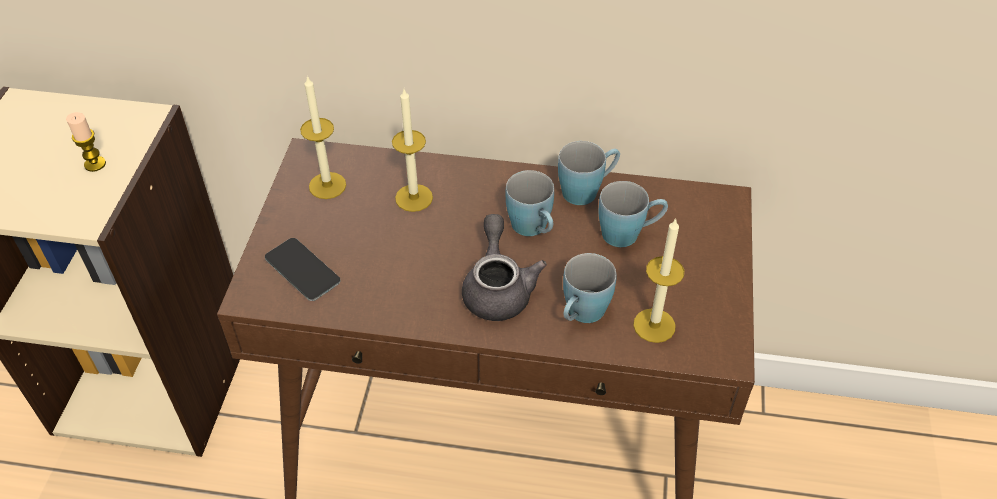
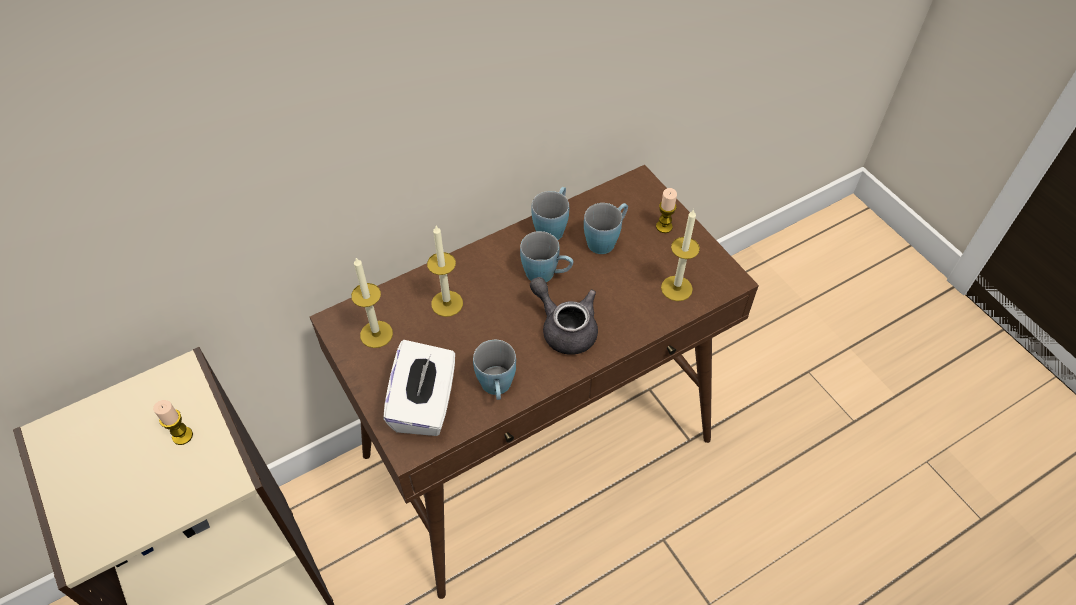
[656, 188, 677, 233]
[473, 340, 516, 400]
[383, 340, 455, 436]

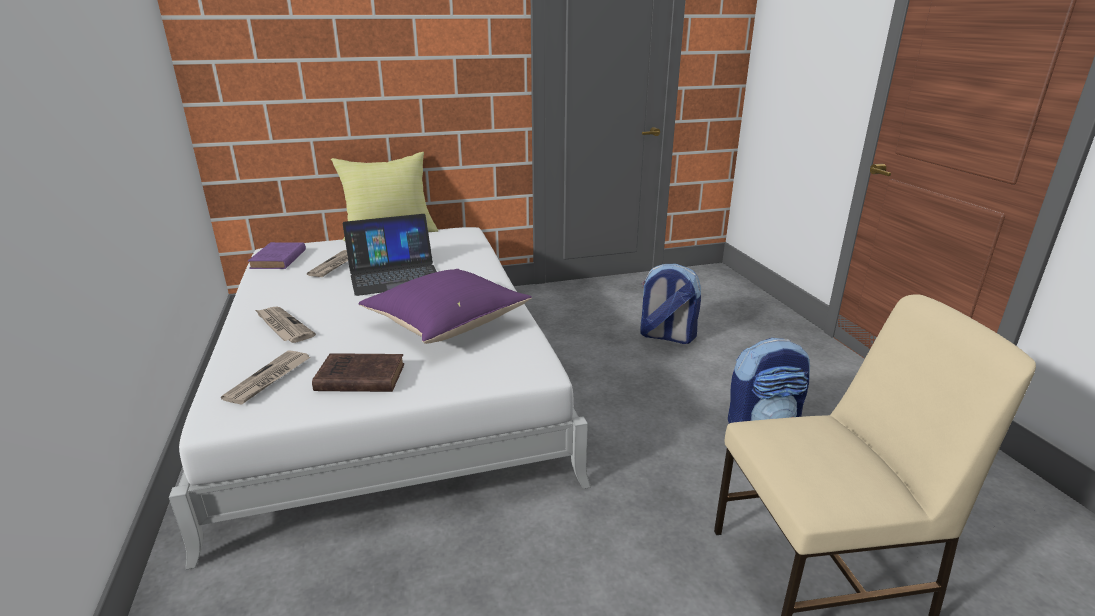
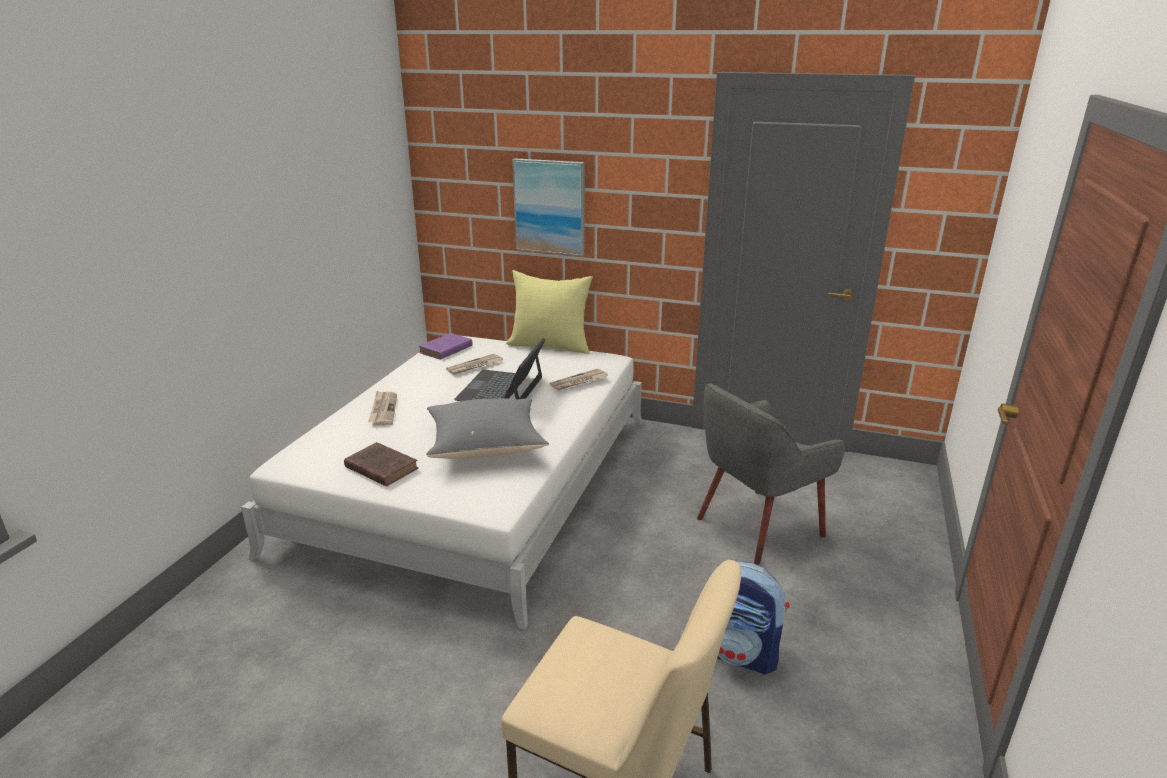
[512, 158, 585, 256]
[549, 368, 608, 391]
[697, 383, 845, 565]
[426, 398, 549, 459]
[454, 338, 545, 401]

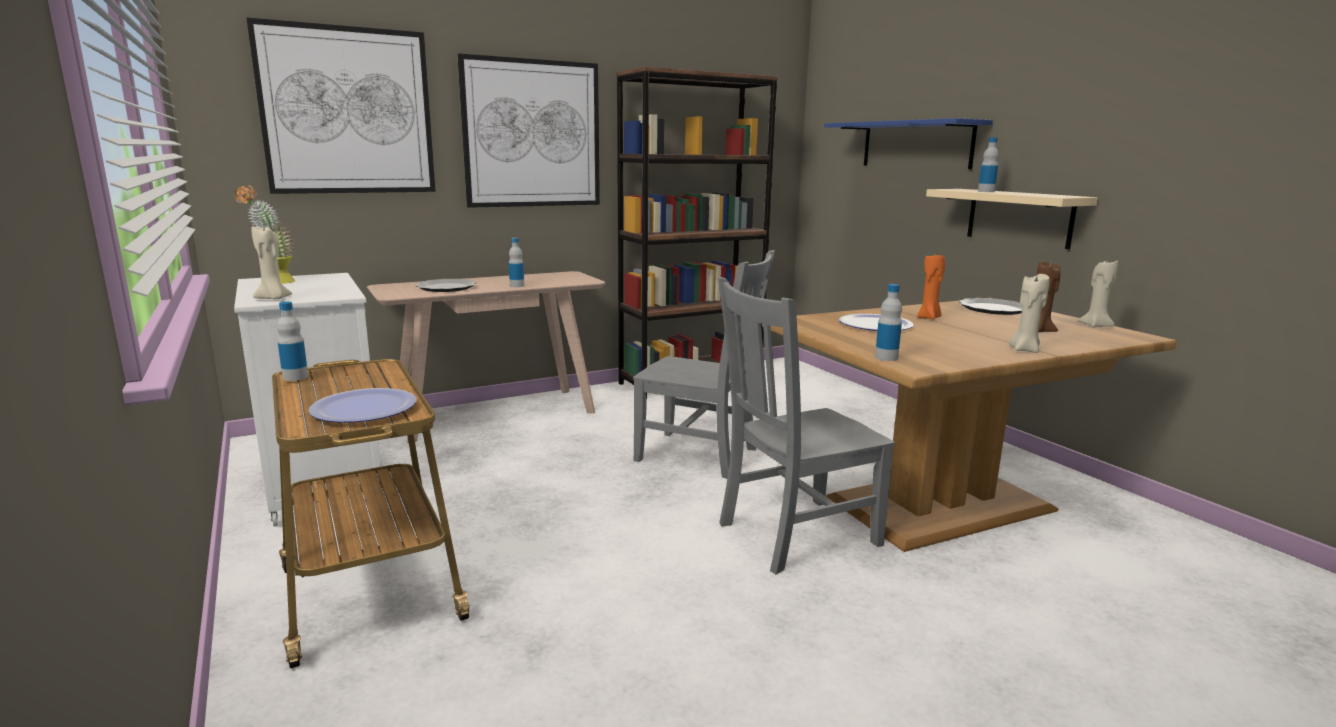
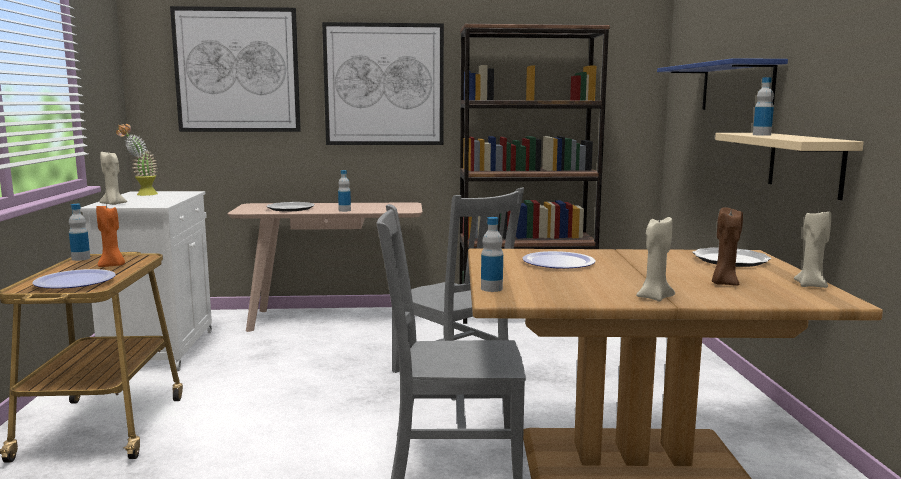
[96, 204, 125, 267]

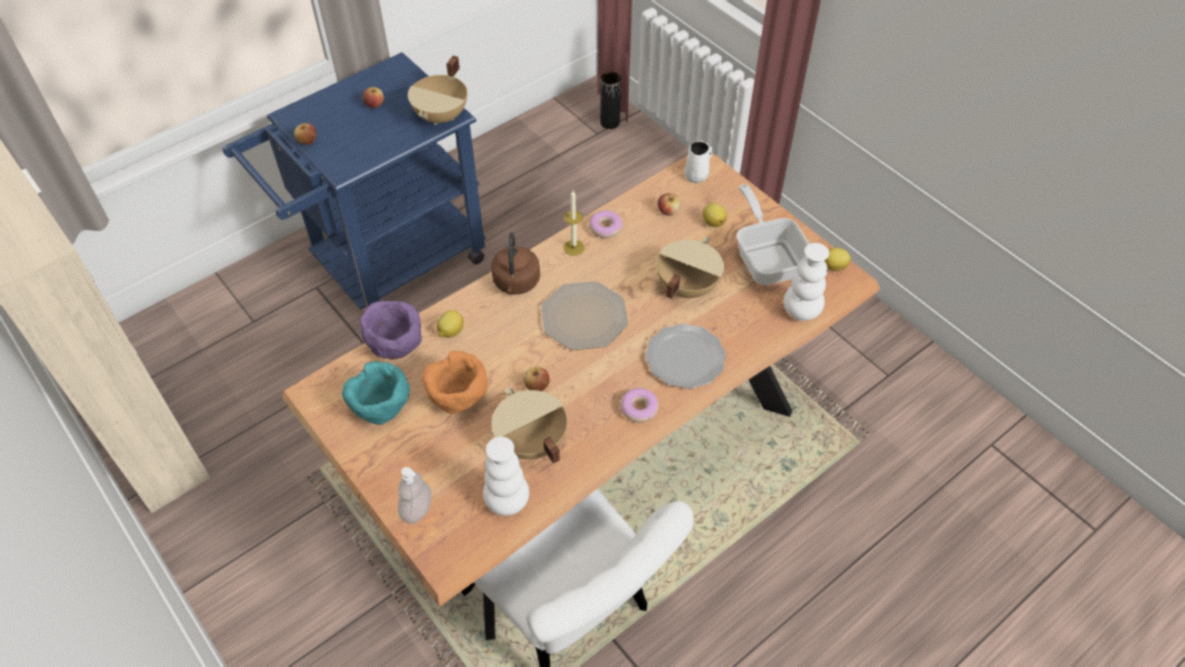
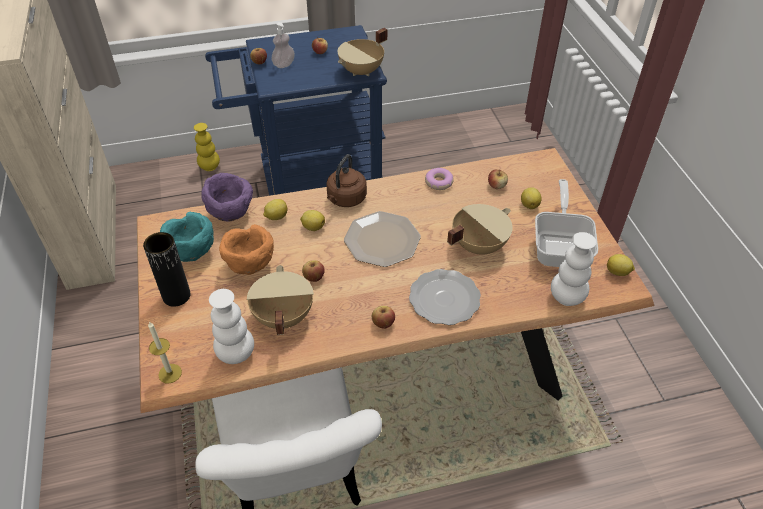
[685, 140, 713, 183] (first image)
[194, 123, 220, 171]
[300, 210, 325, 231]
[272, 22, 295, 68]
[148, 322, 182, 383]
[143, 232, 191, 307]
[372, 306, 395, 329]

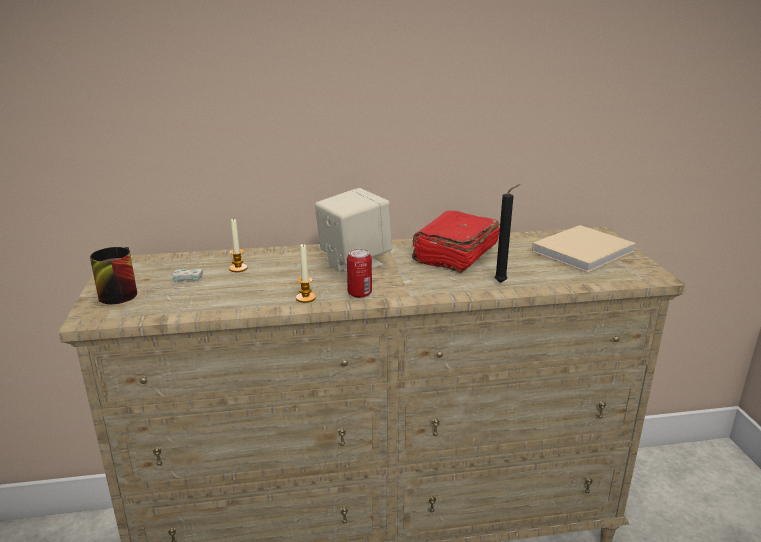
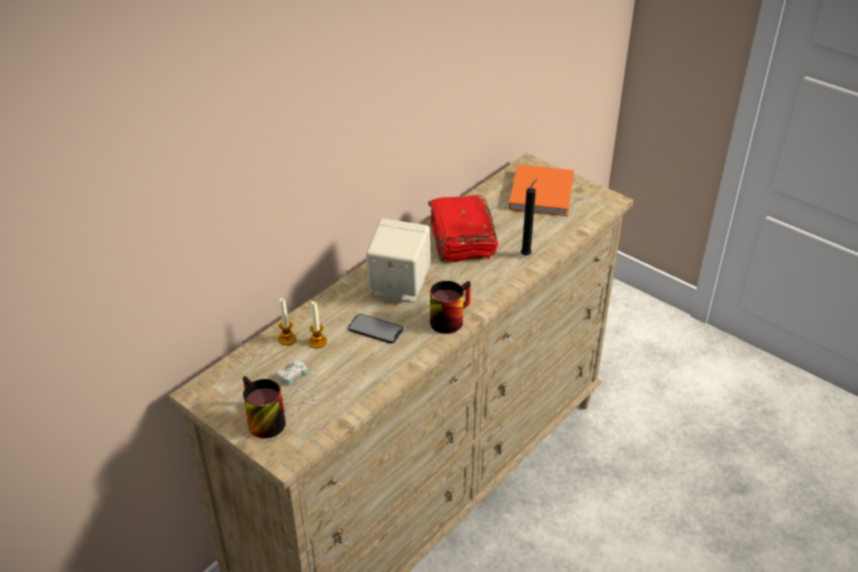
[348, 314, 403, 344]
[278, 298, 296, 345]
[430, 281, 471, 334]
[509, 165, 574, 216]

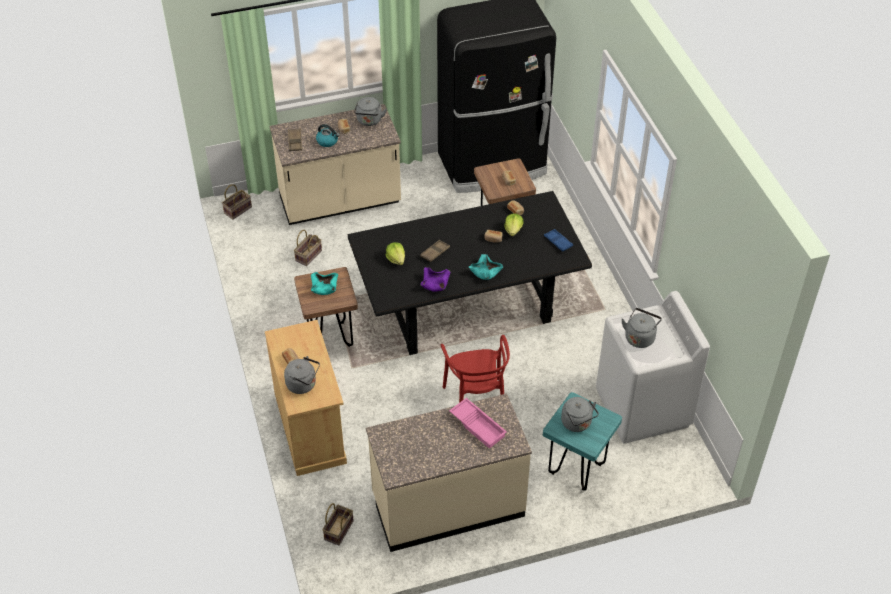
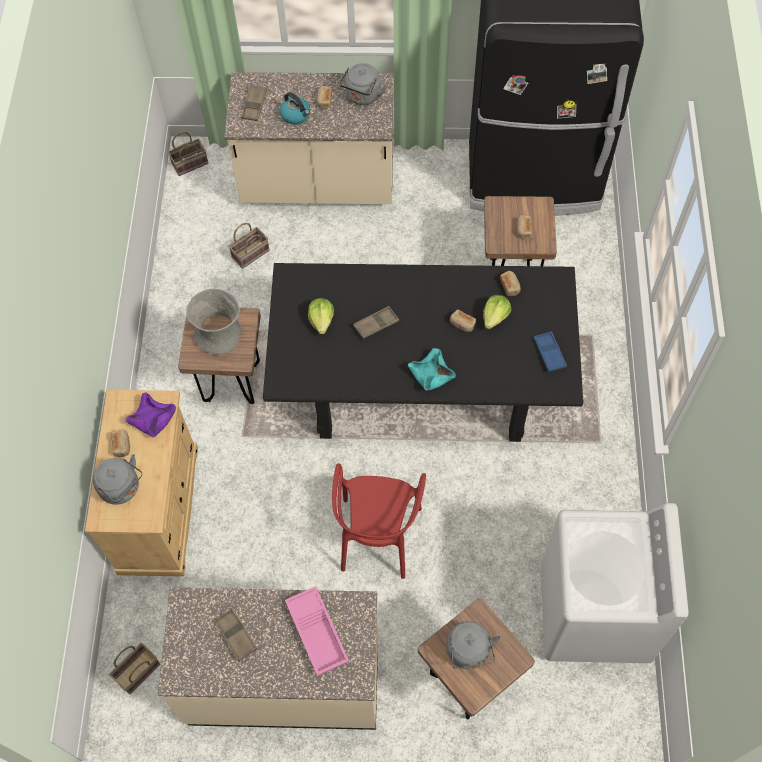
[621, 308, 662, 348] (first image)
[214, 608, 258, 661]
[126, 392, 176, 437]
[186, 289, 241, 355]
[418, 598, 535, 719]

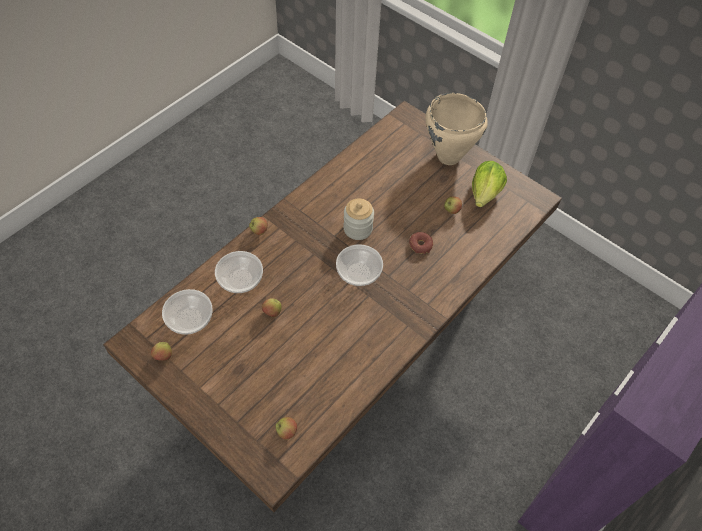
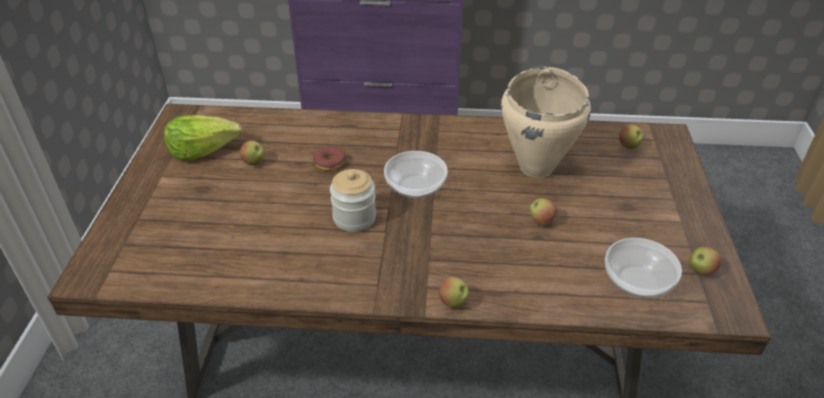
[215, 251, 263, 293] (first image)
[501, 67, 591, 178]

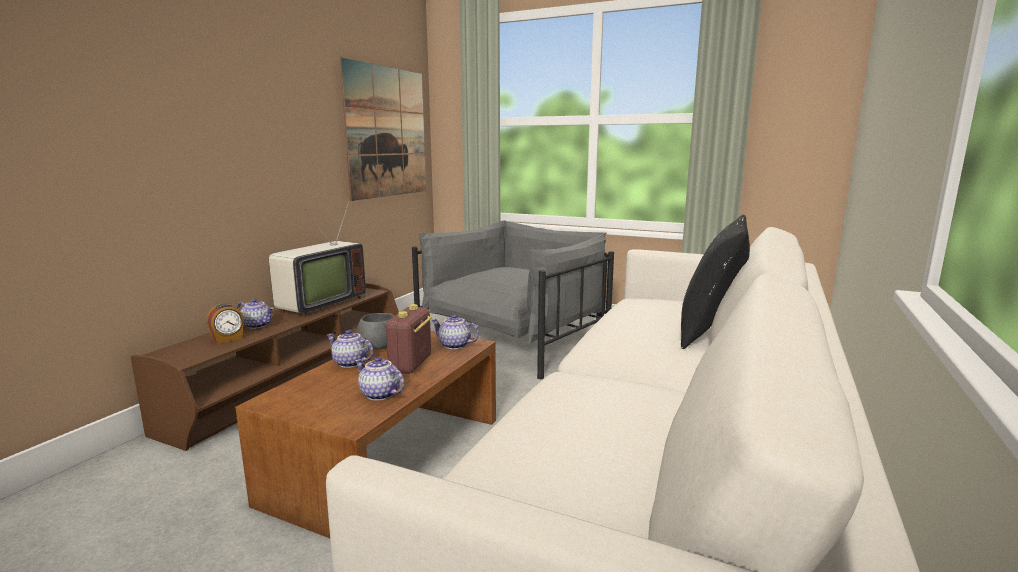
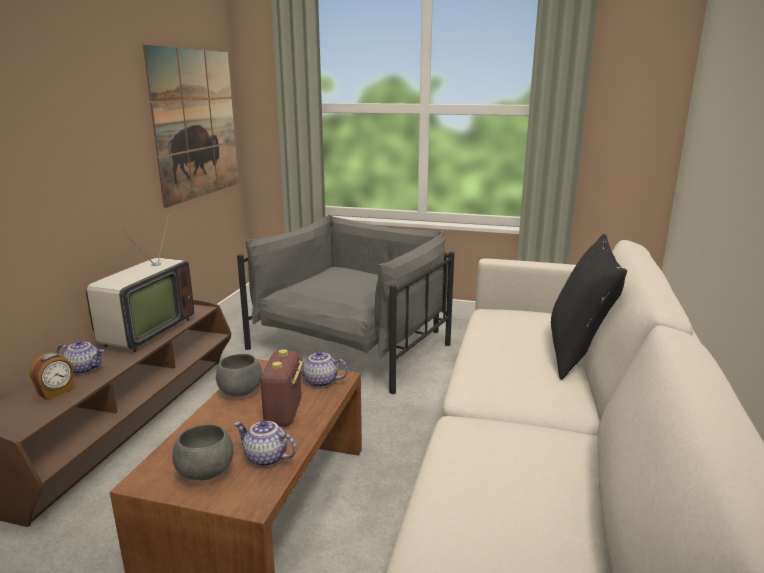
[327, 330, 374, 368] (first image)
[172, 424, 234, 480]

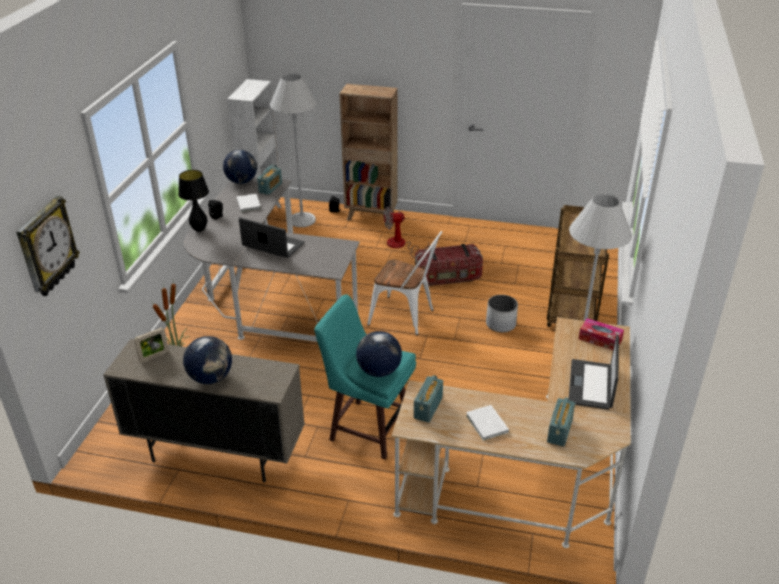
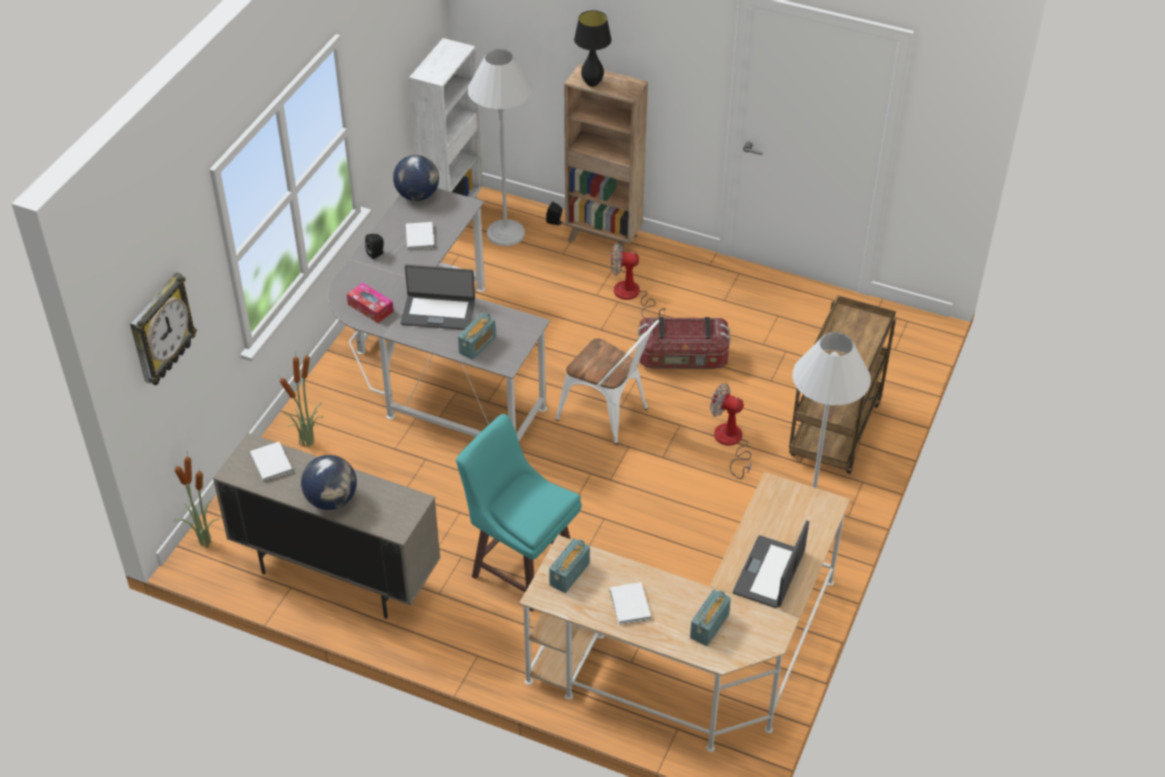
[356, 331, 402, 377] (first image)
[174, 451, 220, 548]
[574, 10, 612, 87]
[458, 313, 496, 360]
[347, 282, 394, 323]
[250, 442, 293, 482]
[710, 383, 752, 479]
[400, 265, 475, 330]

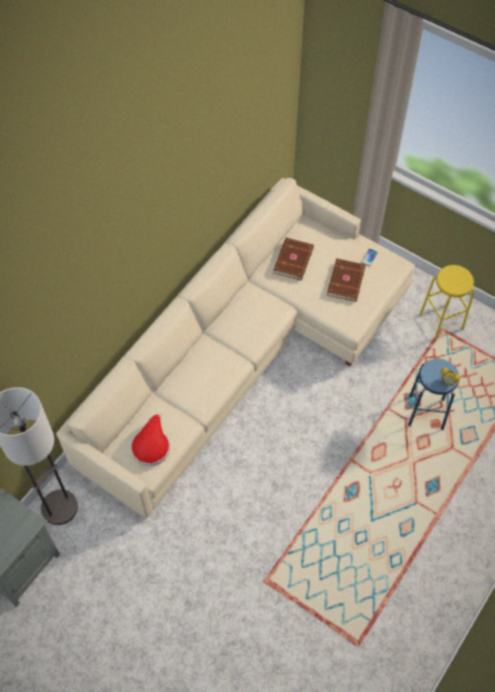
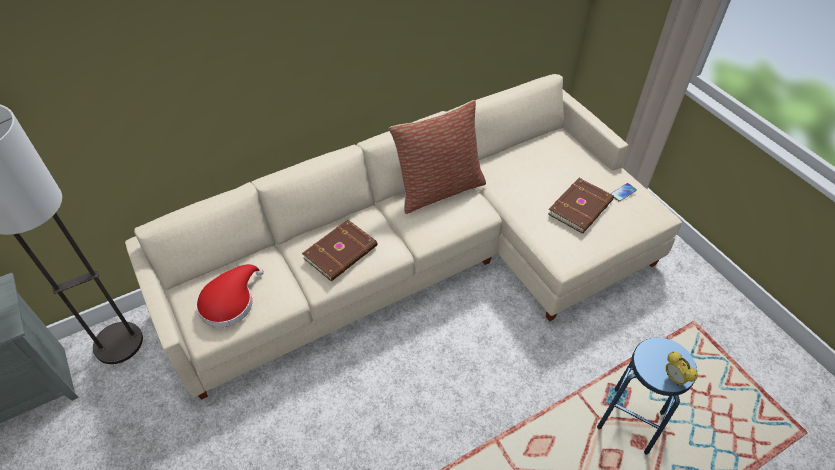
[419, 265, 475, 340] (first image)
[389, 100, 486, 214]
[302, 220, 378, 282]

